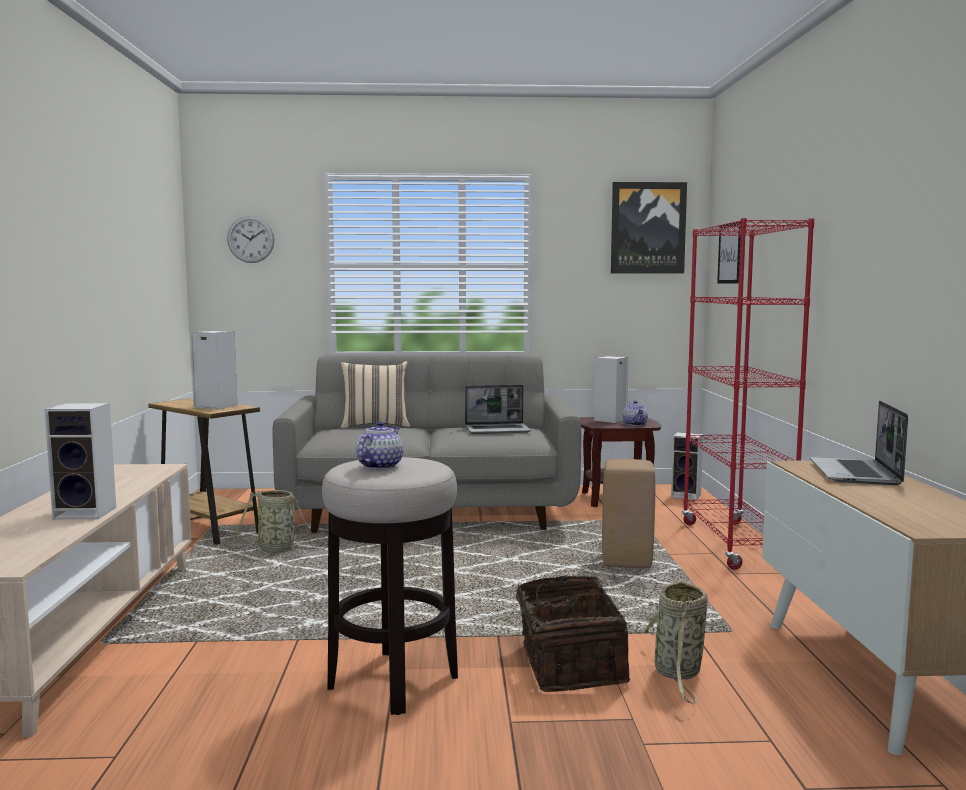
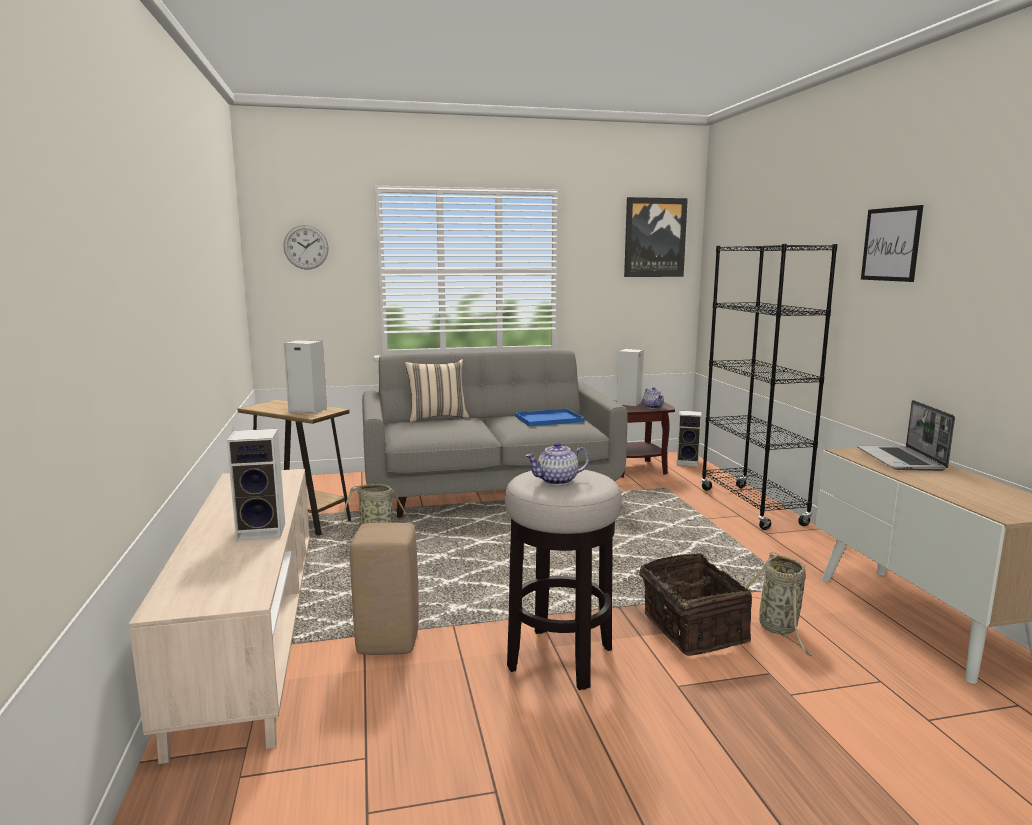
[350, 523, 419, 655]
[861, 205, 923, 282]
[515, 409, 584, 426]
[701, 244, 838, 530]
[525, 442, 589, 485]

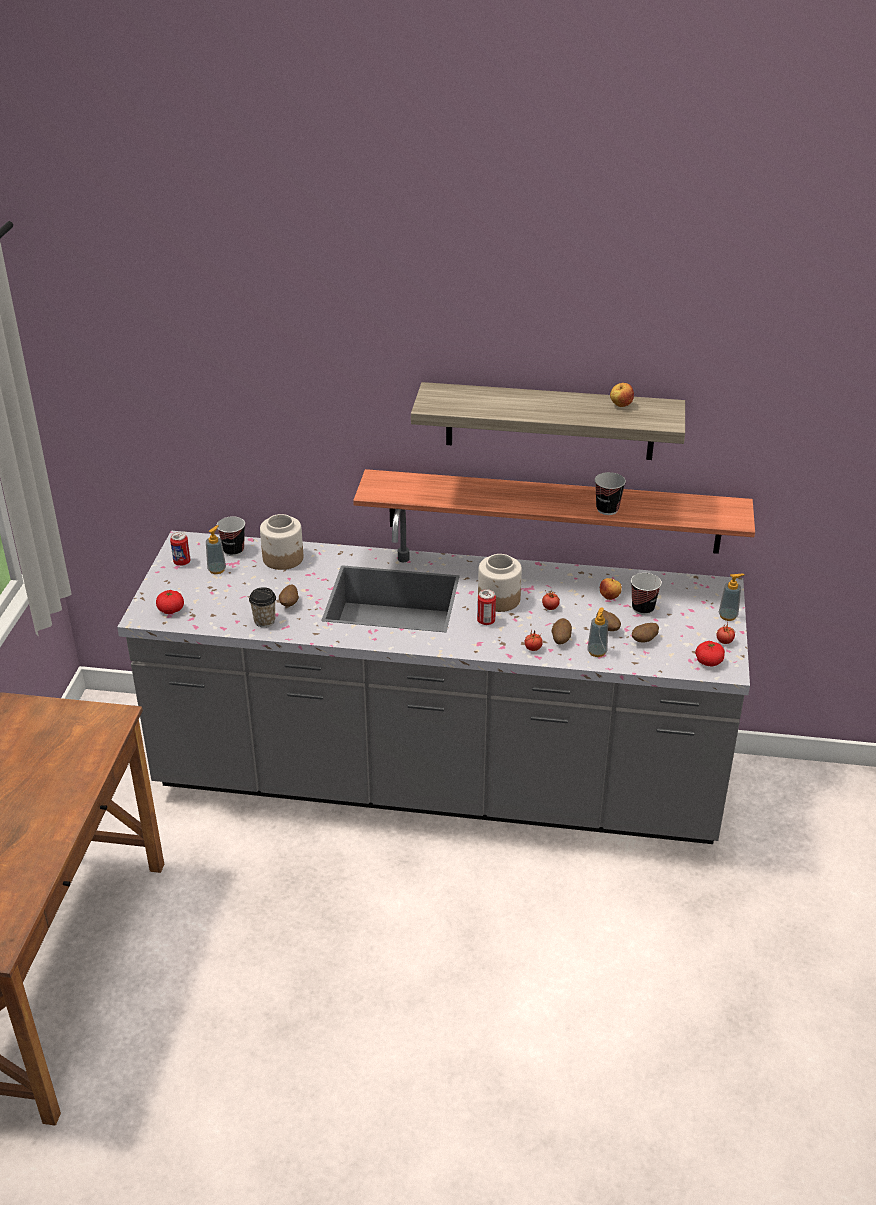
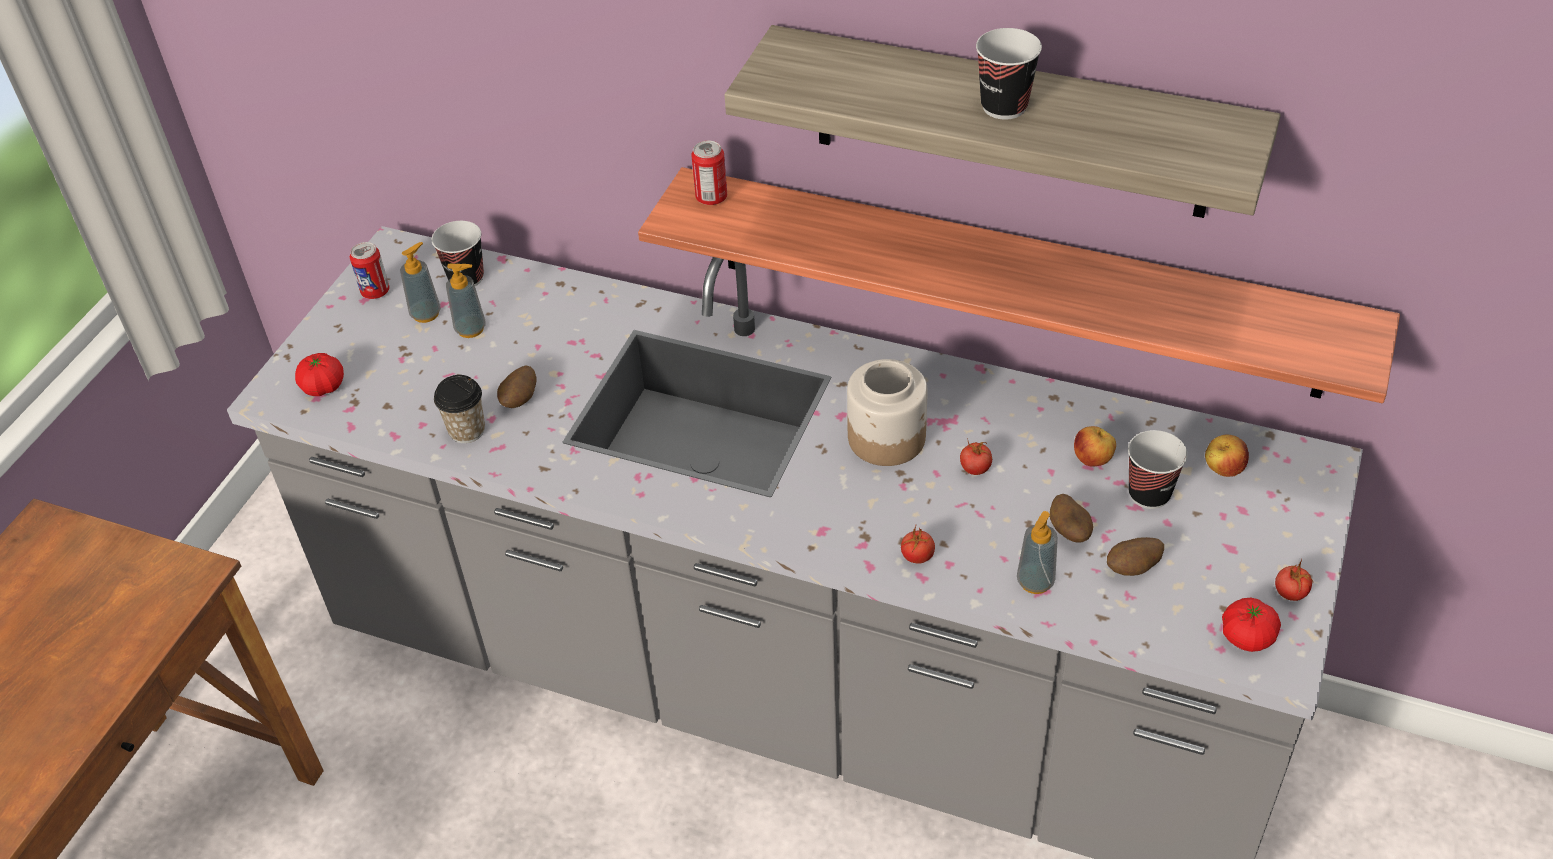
[260, 514, 303, 570] (first image)
[551, 618, 572, 645] (first image)
[691, 140, 727, 205]
[976, 28, 1042, 119]
[1205, 435, 1249, 477]
[446, 263, 486, 338]

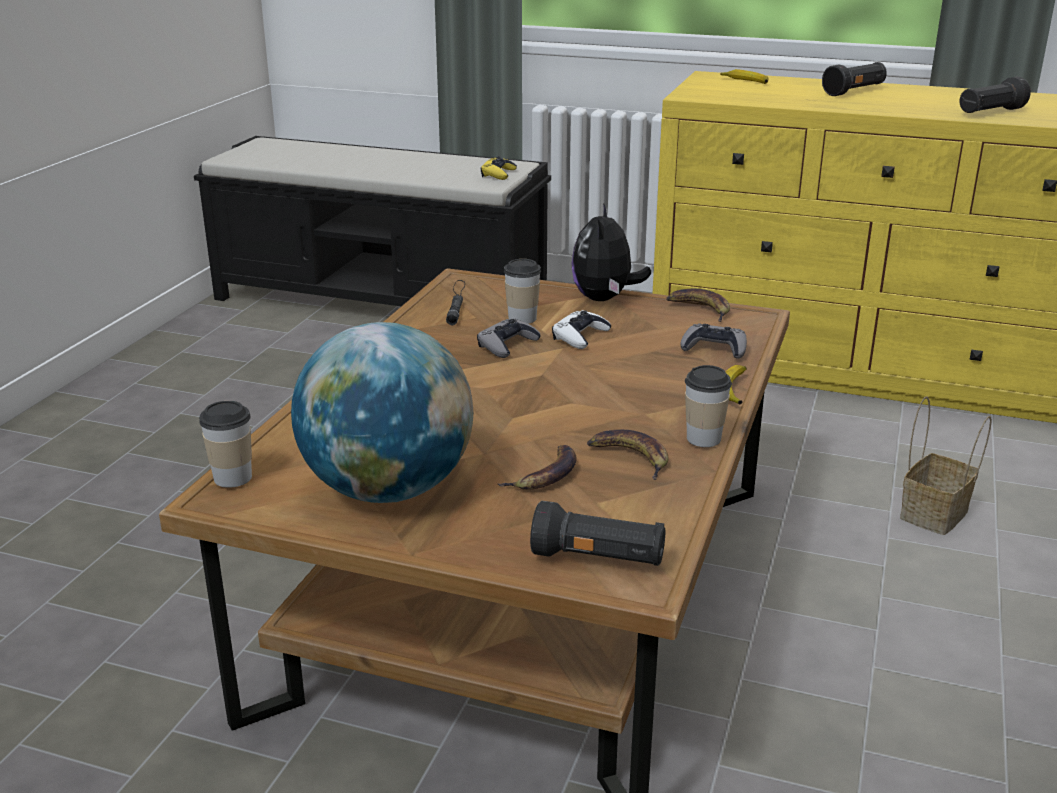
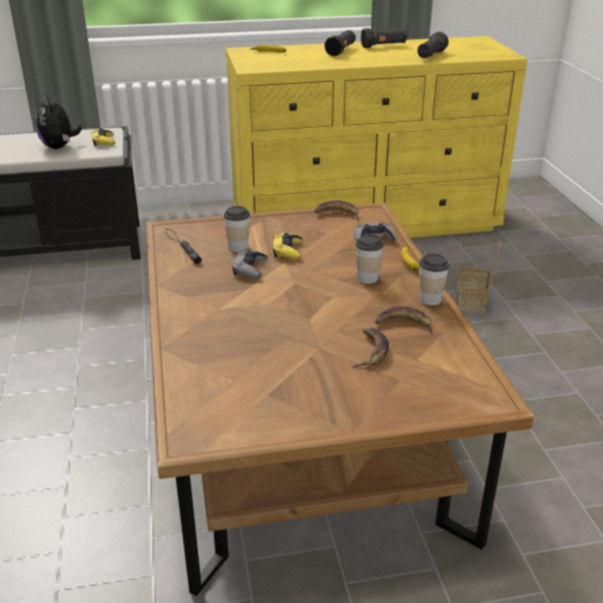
[291, 322, 474, 503] (first image)
[355, 234, 384, 284]
[361, 28, 407, 48]
[36, 93, 82, 149]
[273, 233, 303, 260]

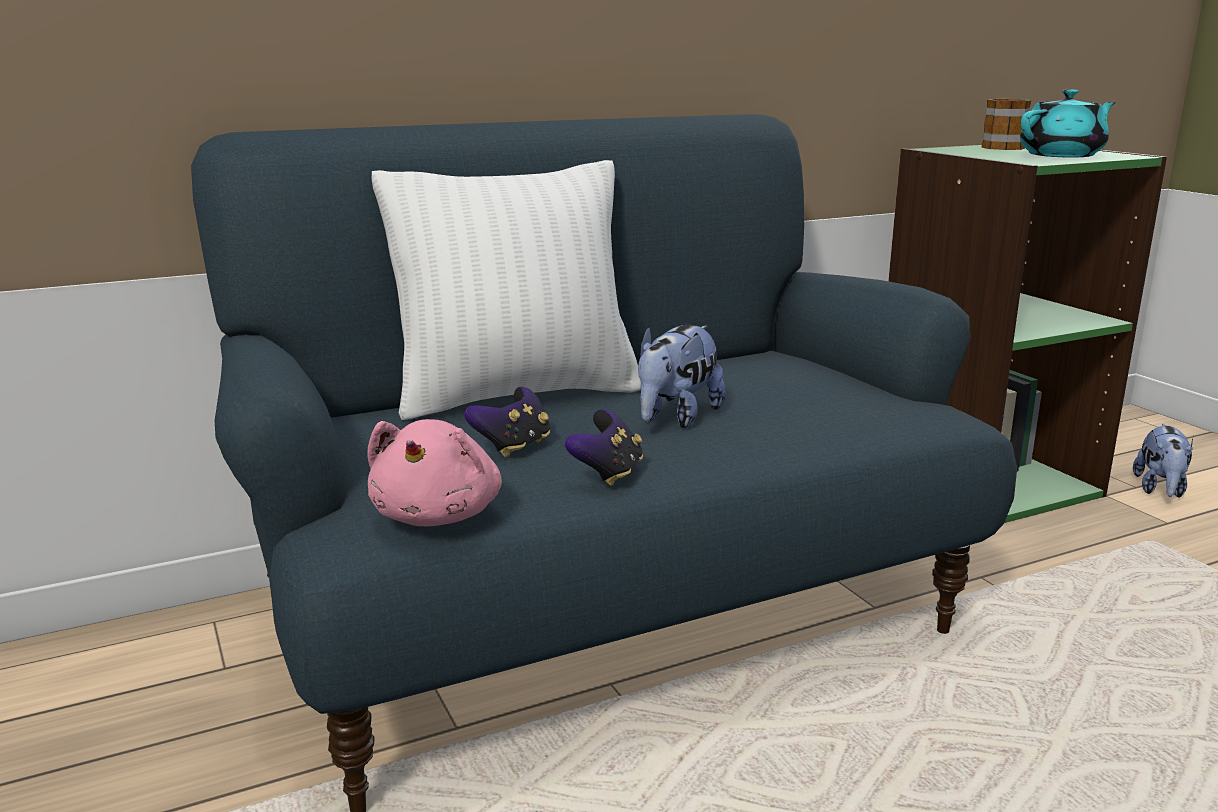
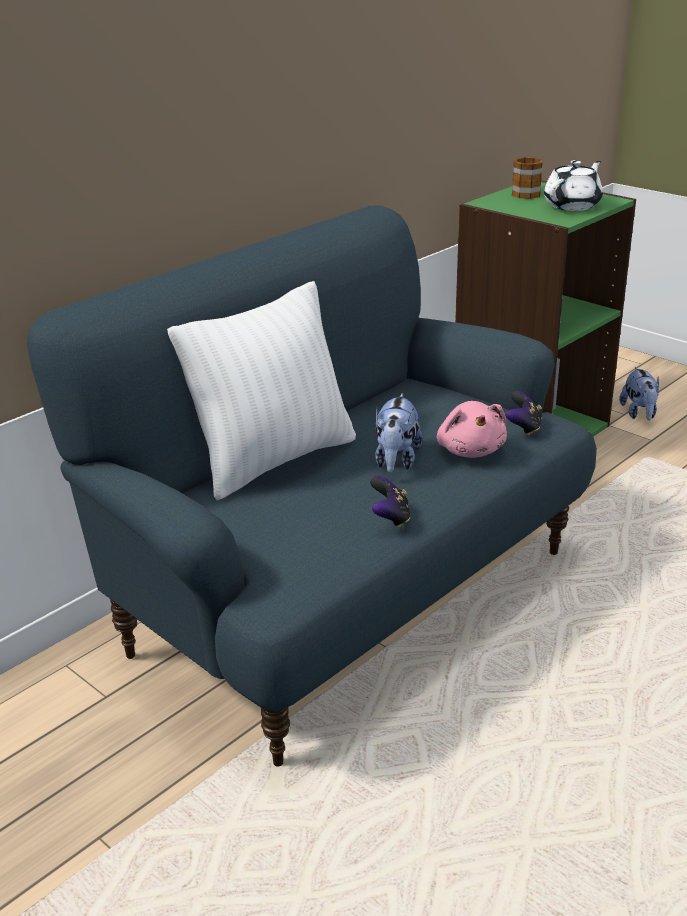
[437, 401, 507, 458]
[506, 391, 542, 436]
[544, 160, 603, 211]

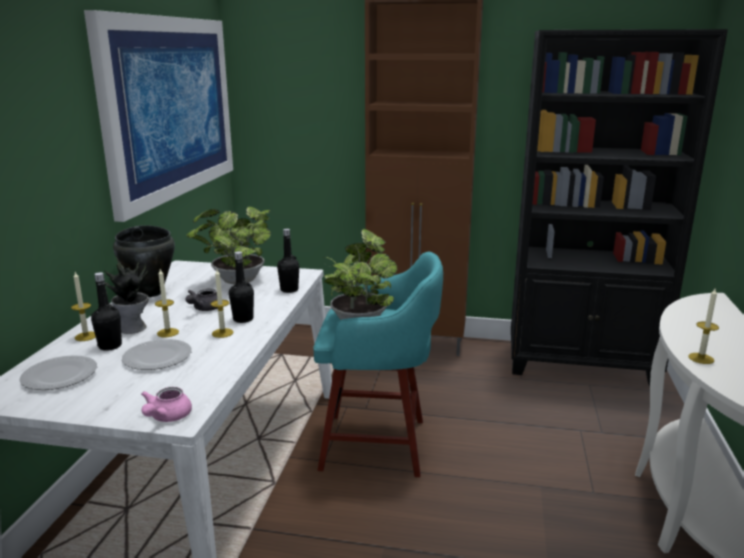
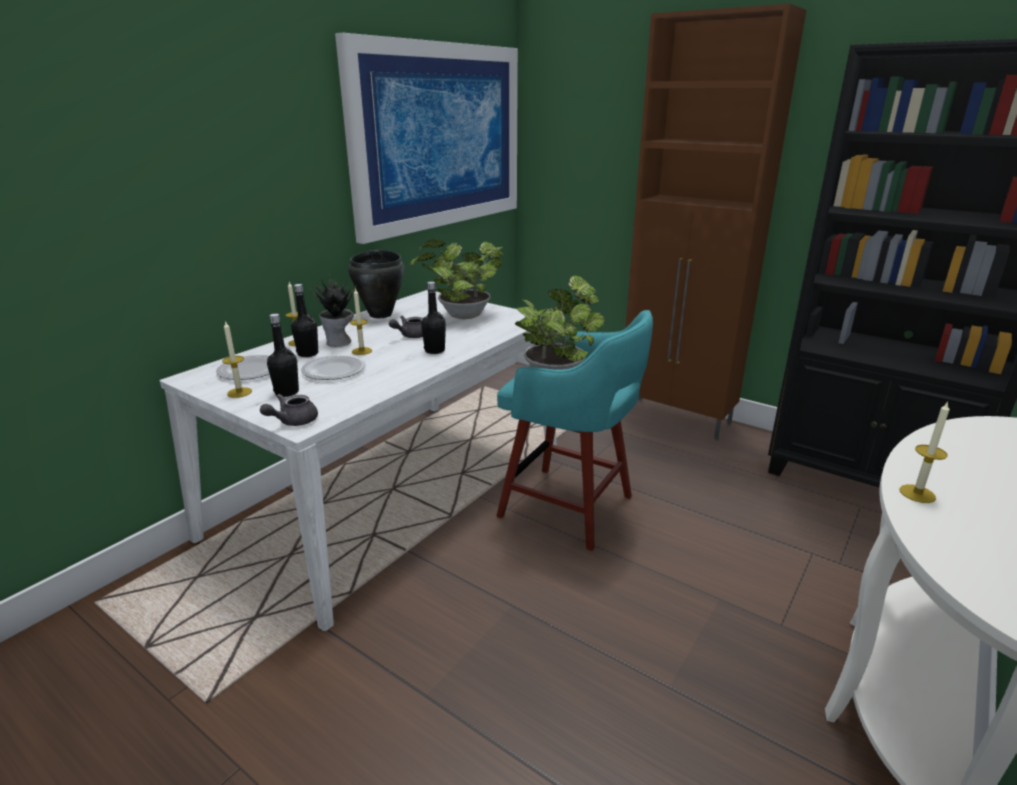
[222, 321, 252, 398]
[267, 314, 299, 397]
[260, 394, 318, 426]

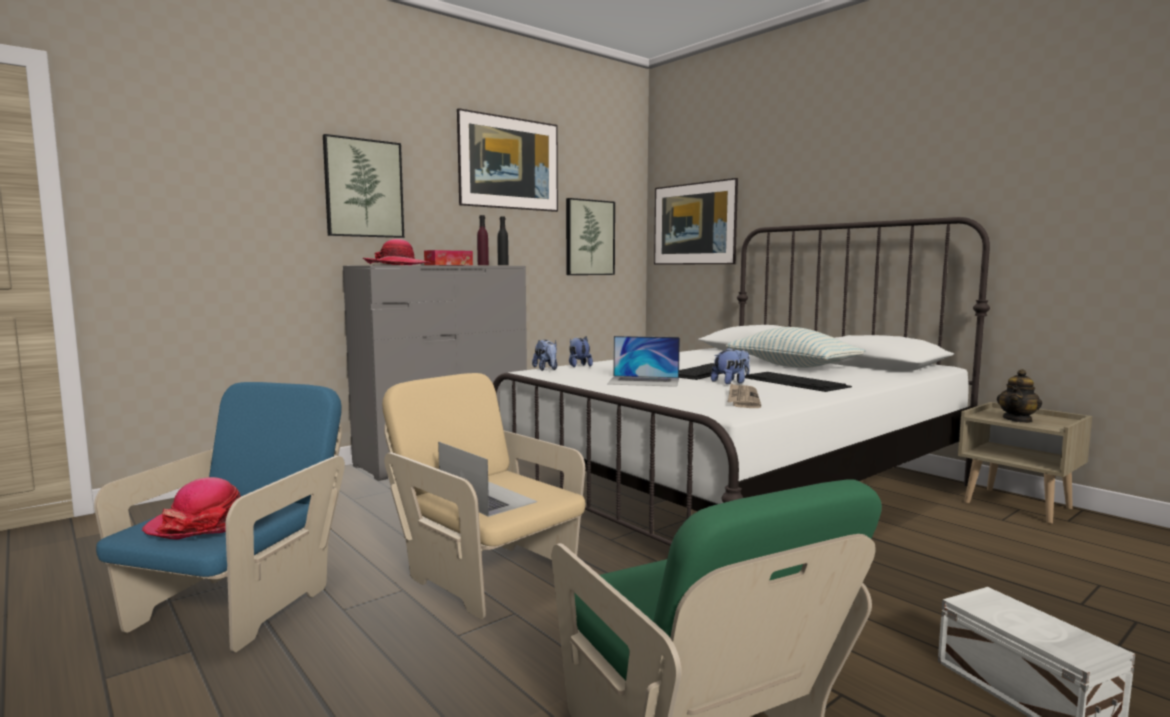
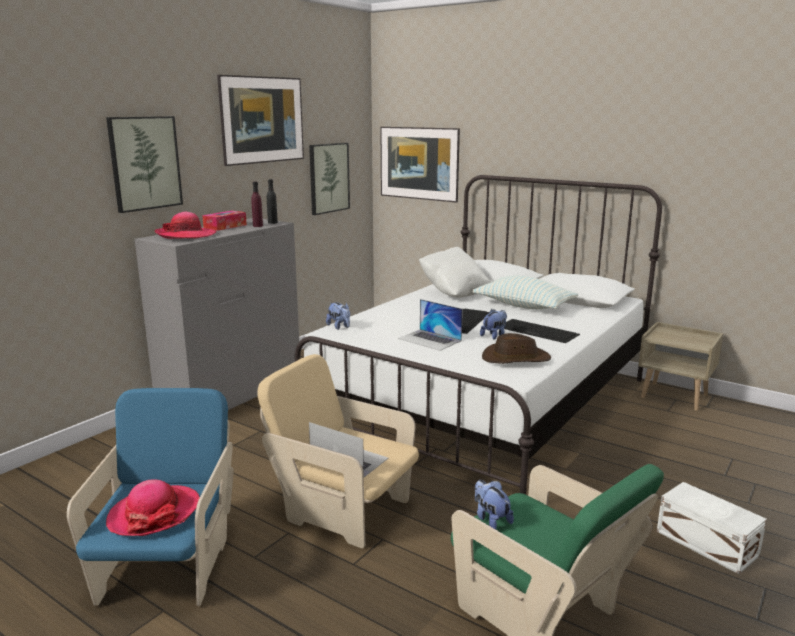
[997, 369, 1042, 423] (first image)
[419, 247, 491, 298]
[475, 480, 514, 530]
[482, 333, 551, 364]
[398, 299, 463, 351]

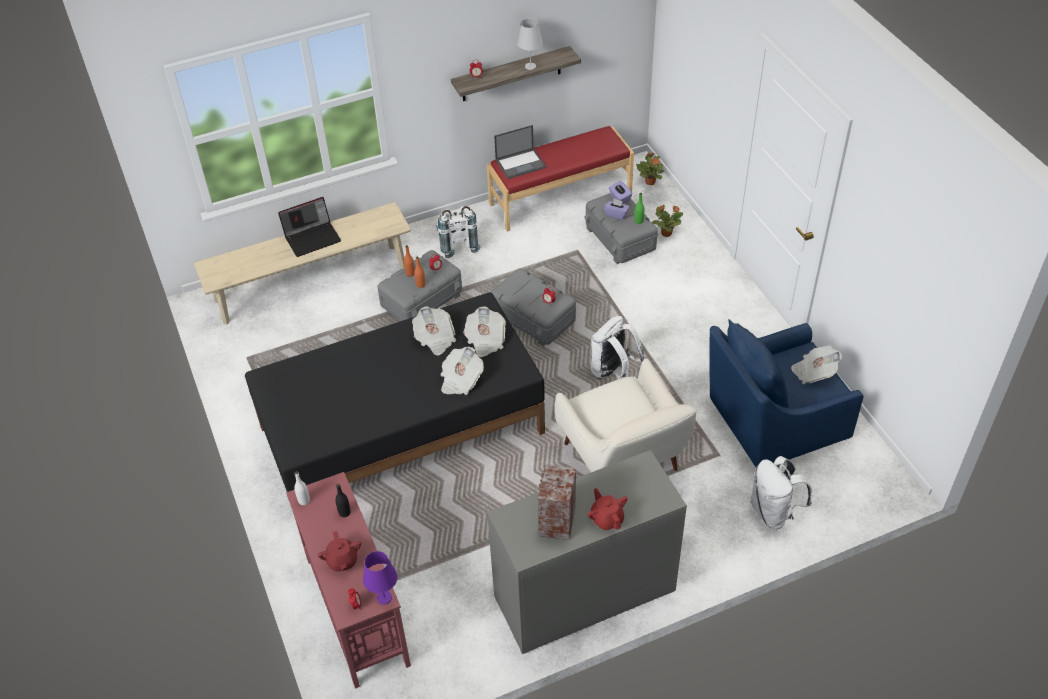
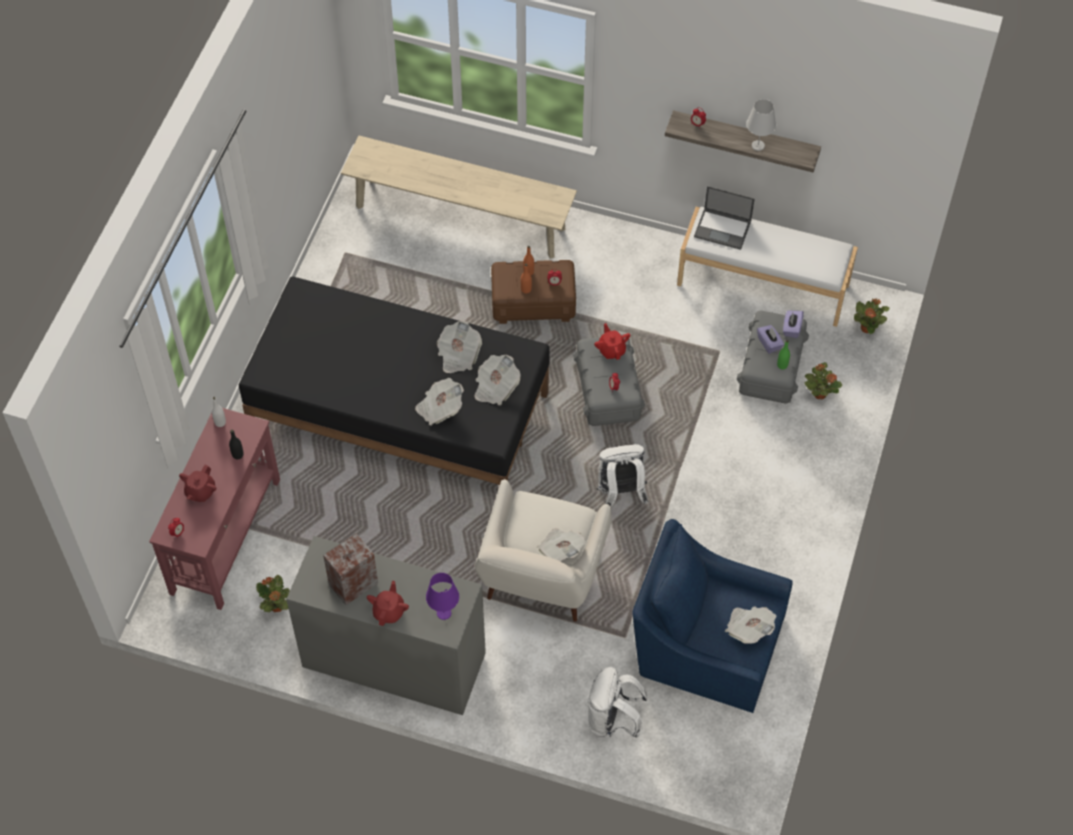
[278, 197, 341, 257] (first image)
[436, 206, 480, 258] (first image)
[256, 575, 290, 612]
[537, 528, 586, 561]
[594, 323, 630, 360]
[426, 573, 459, 620]
[491, 260, 576, 324]
[677, 207, 858, 327]

